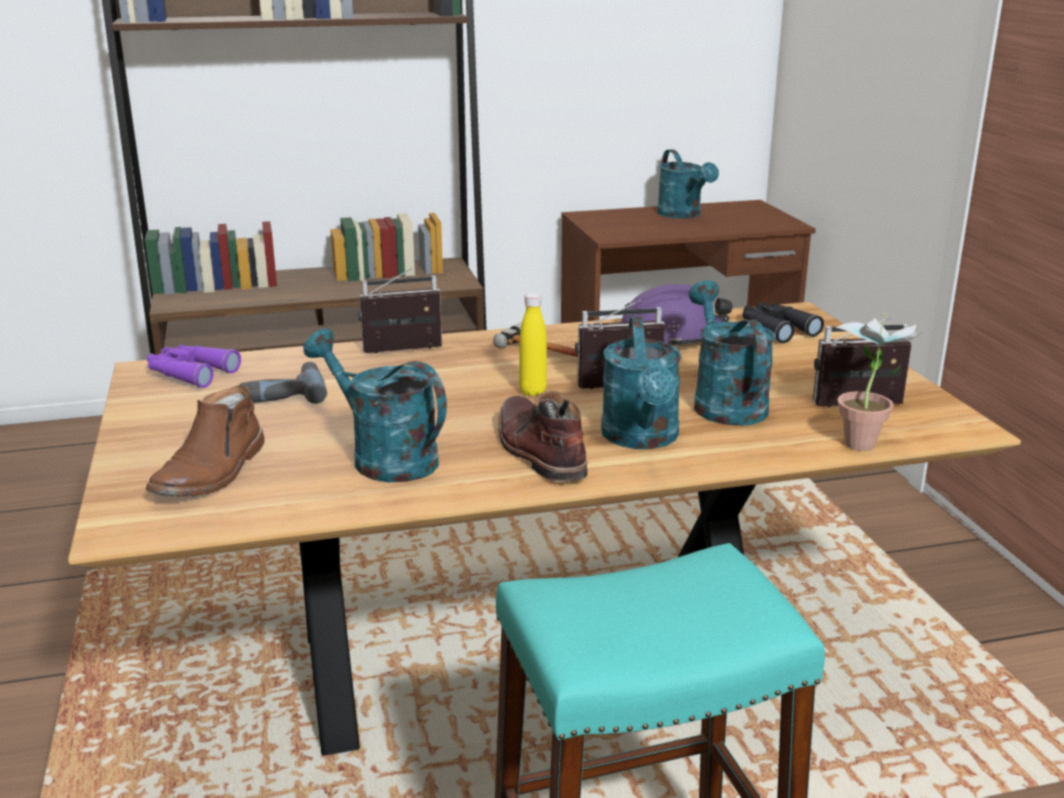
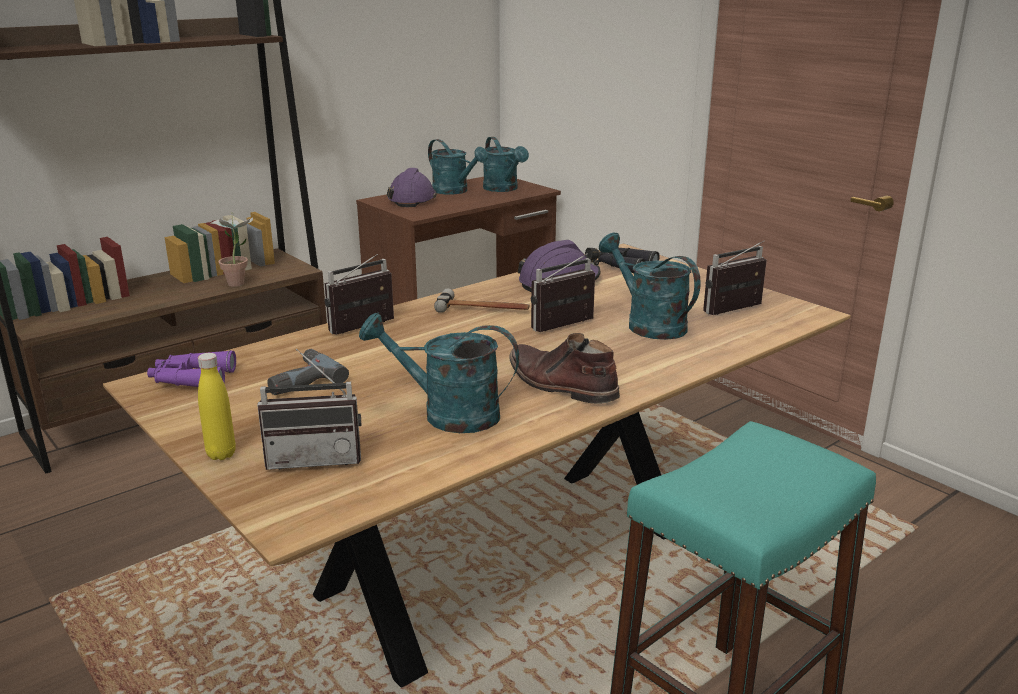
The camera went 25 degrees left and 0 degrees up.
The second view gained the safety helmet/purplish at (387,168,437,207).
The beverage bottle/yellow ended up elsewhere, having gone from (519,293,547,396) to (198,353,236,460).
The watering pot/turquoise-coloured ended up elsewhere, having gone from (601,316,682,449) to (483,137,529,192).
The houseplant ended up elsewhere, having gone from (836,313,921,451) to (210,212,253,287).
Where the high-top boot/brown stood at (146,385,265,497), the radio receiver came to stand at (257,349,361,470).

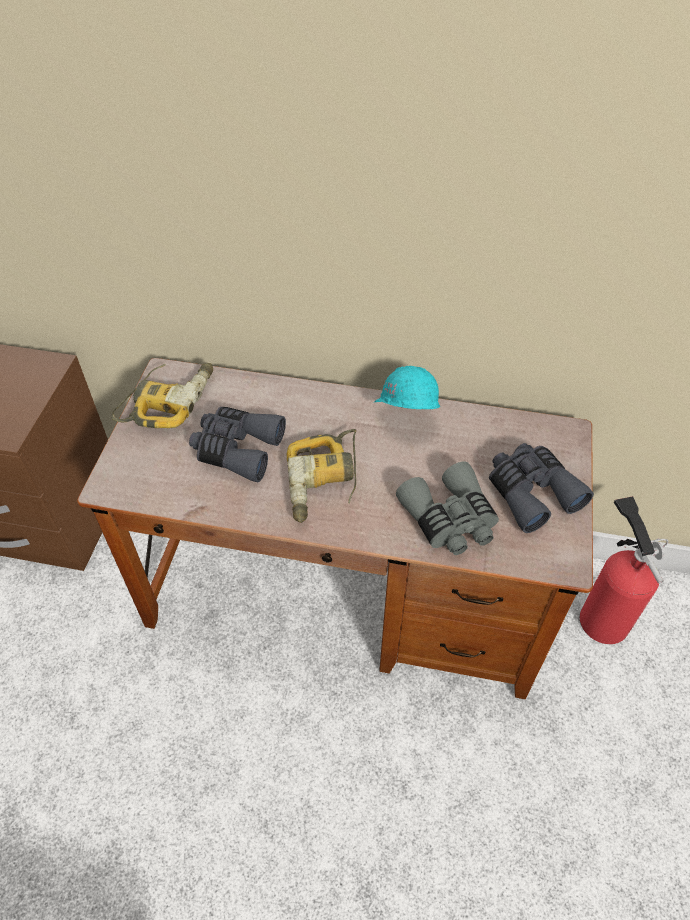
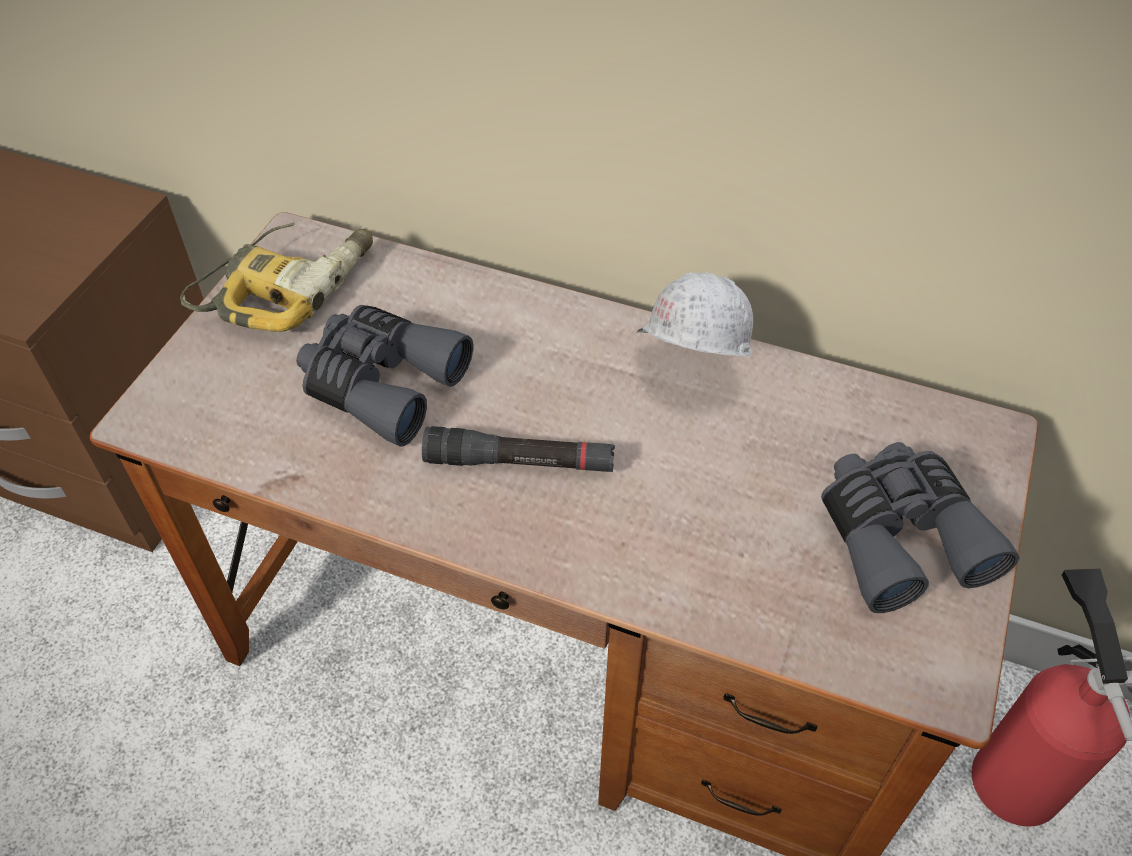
The camera went 10 degrees right and 0 degrees up.
The second view lost the pair of binoculars/greyish at (396,462,499,555).
Where the drill stood at (286,429,356,523), the hand torch/black-coloured came to stand at (422,426,615,472).
What was the safety helmet/turquoise-coloured at (374,366,440,409) turned into the safety helmet/white-coloured at (604,272,753,356).

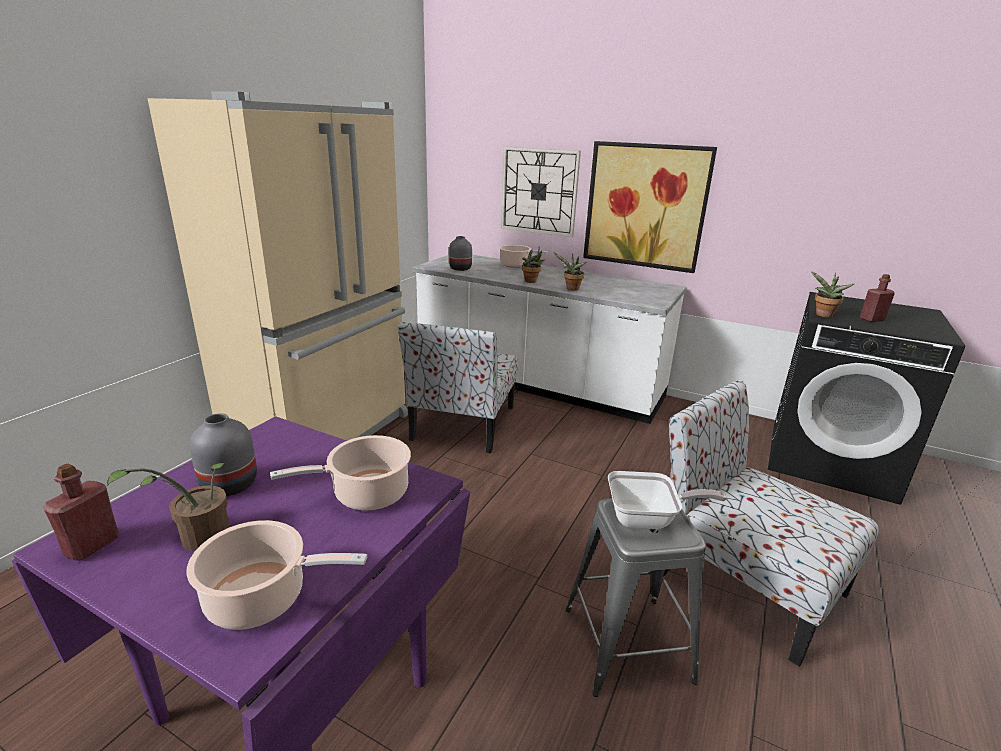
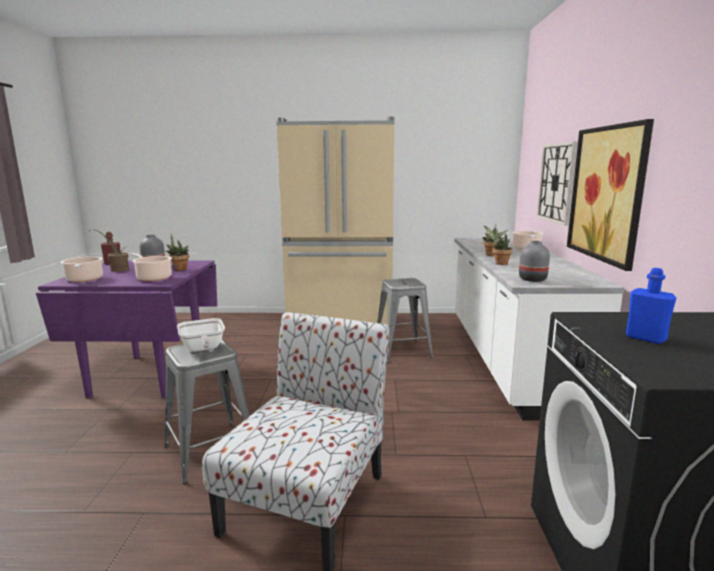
The camera went 65 degrees right and 10 degrees down.
The decorative vase/greyish ended up elsewhere, having gone from (449,236,472,271) to (519,241,550,282).
The houseplant ended up elsewhere, having gone from (812,272,854,318) to (165,234,189,271).
Where the upright chair stood at (398,321,518,453), the stool/greyish came to stand at (377,278,433,362).
What was the beverage bottle/red-coloured at (860,274,895,322) turned into the beverage bottle/blue at (626,268,676,344).

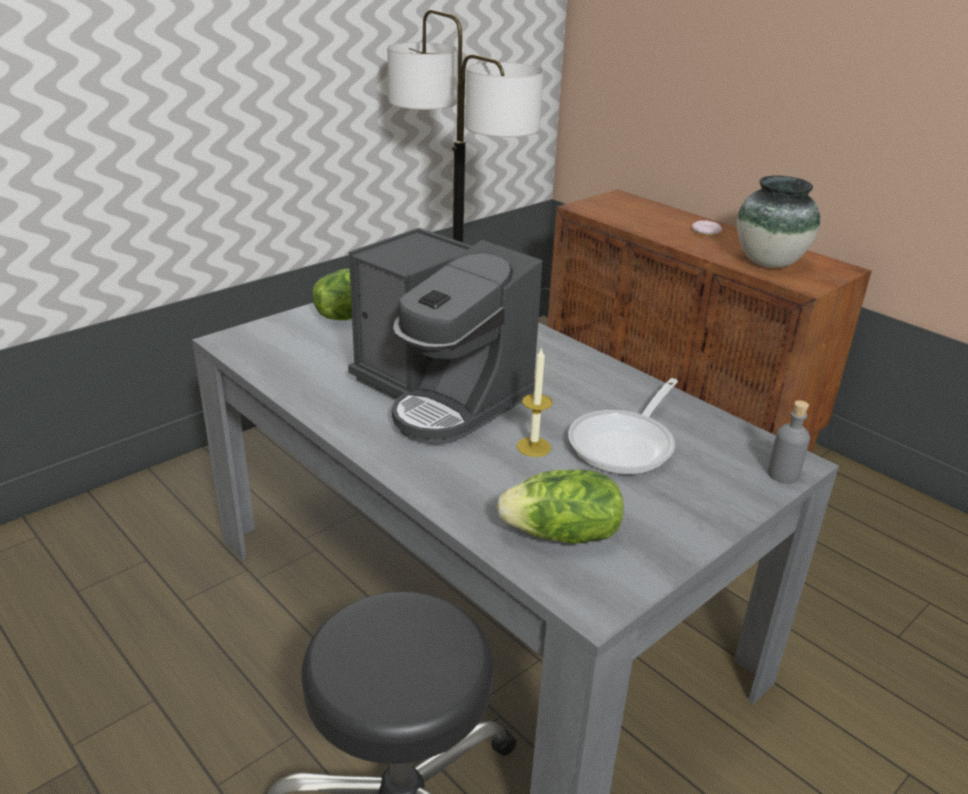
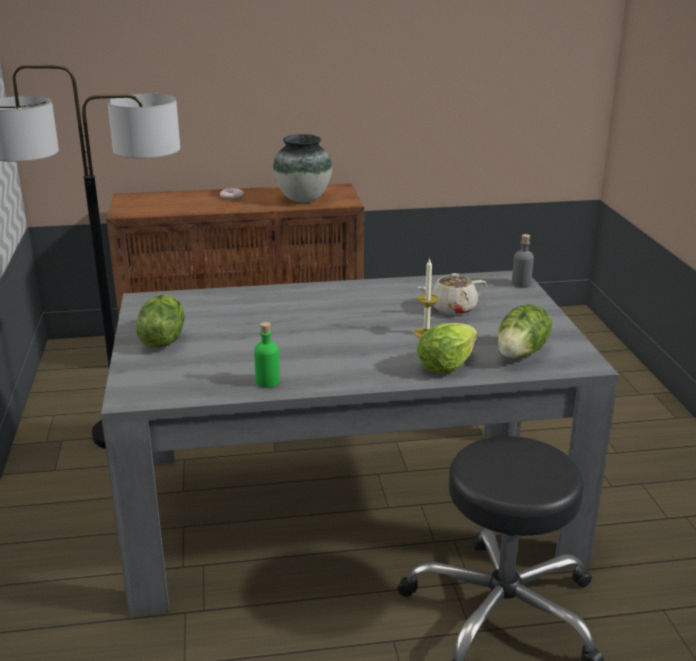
The camera went 55 degrees left and 5 degrees down.
The second view lost the coffee brewer at (348,228,542,445).
The second view gained the beverage bottle/greenish at (254,322,280,388).
The second view gained the head of lettuce at (417,323,477,373).
Where the frying pan stood at (568,378,678,475), the tea pot/beige-coloured came to stand at (418,273,487,315).

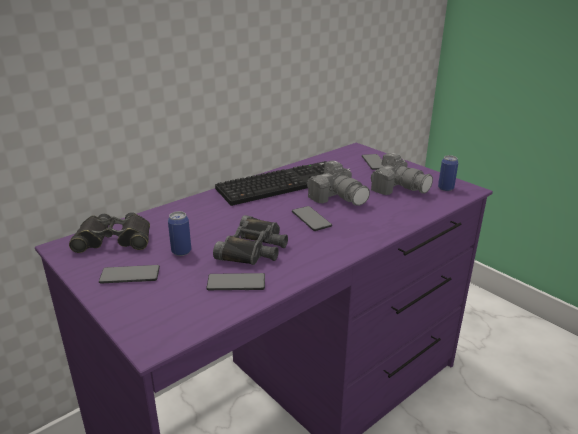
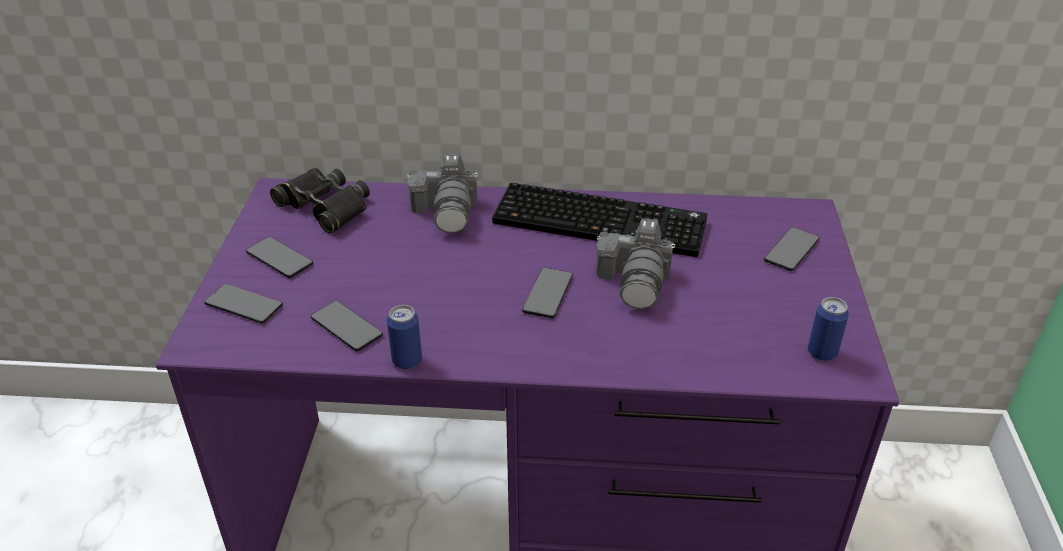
The camera went 45 degrees right and 10 degrees up.
The second view lost the pair of binoculars/black-coloured at (213,215,288,265).
The second view gained the telephone at (204,284,283,324).
The metal can ended up elsewhere, having gone from (168,211,191,256) to (387,305,422,369).
The photo camera ended up elsewhere, having gone from (371,153,433,195) to (407,154,478,233).

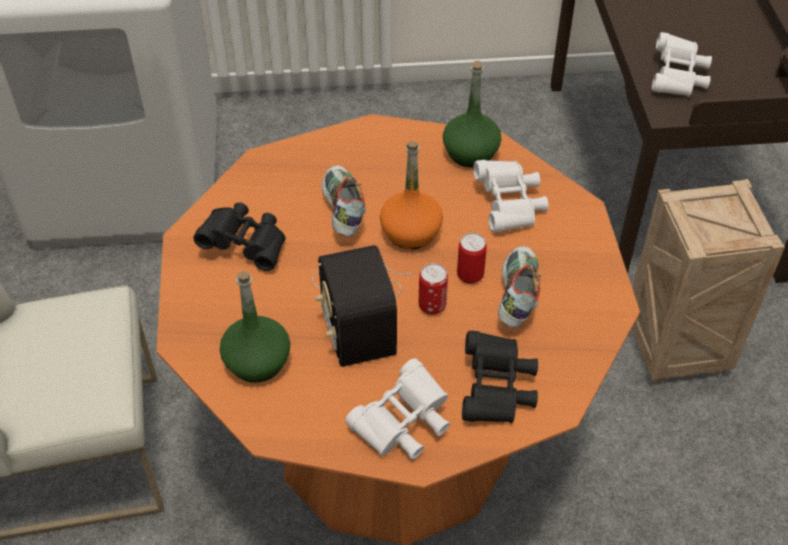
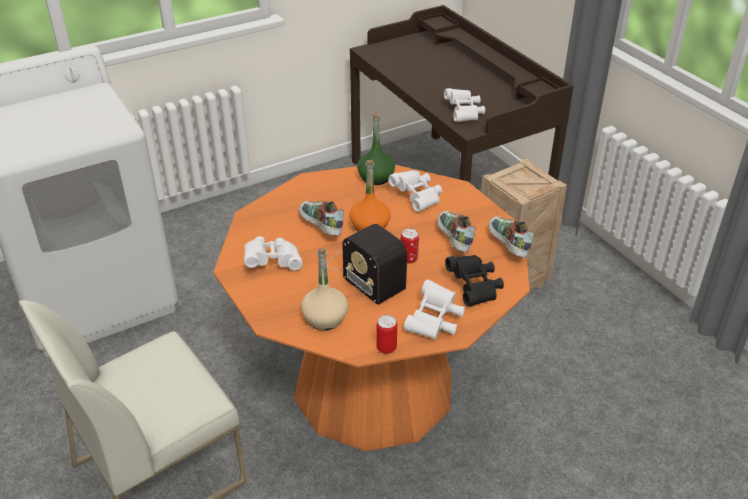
The camera went 25 degrees left and 10 degrees down.
The second view gained the shoe at (488,217,535,258).
The metal can ended up elsewhere, having gone from (457,233,487,284) to (377,315,397,354).
What was the pair of binoculars/black-coloured at (194,202,286,271) turned into the pair of binoculars/white-coloured at (244,236,302,271).
What was the beverage bottle/greenish at (220,271,290,382) turned into the beverage bottle/beige-coloured at (301,248,348,330).

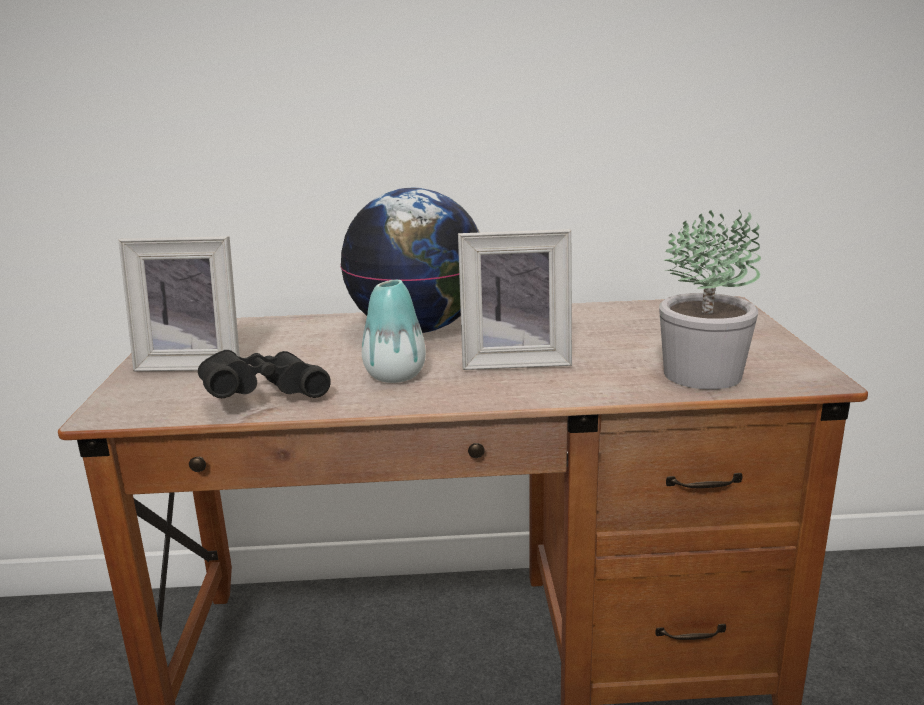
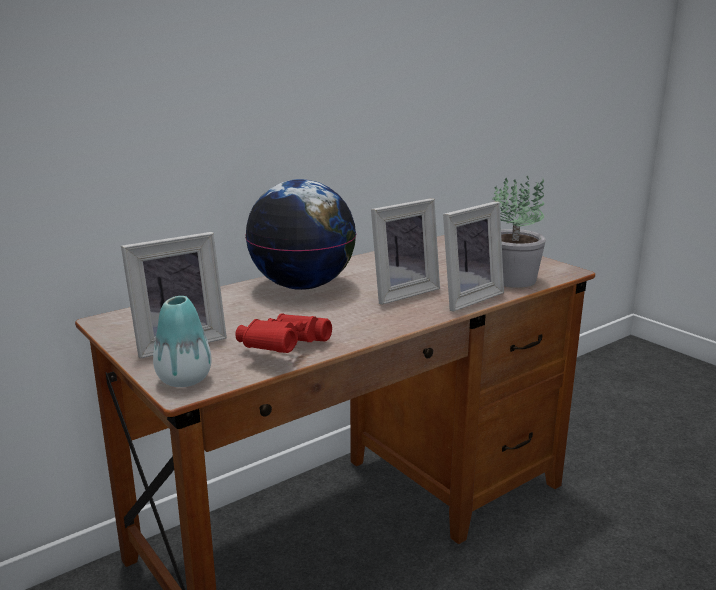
The camera went 35 degrees left and 0 degrees up.
The second view gained the picture frame at (443,201,504,311).
The decorative vase ended up elsewhere, having gone from (362,280,426,383) to (153,296,212,387).
What was the pair of binoculars/black-coloured at (198,350,331,398) turned into the pair of binoculars/red-coloured at (235,313,332,353).

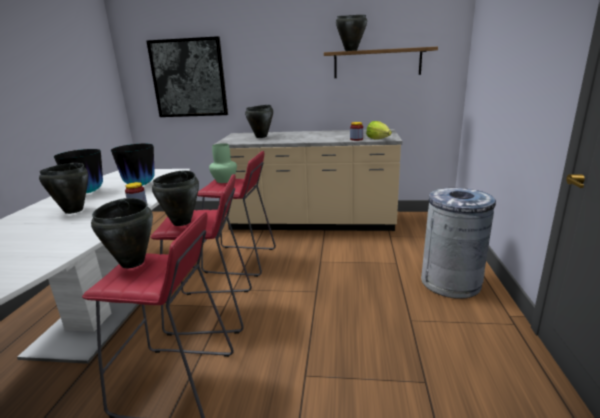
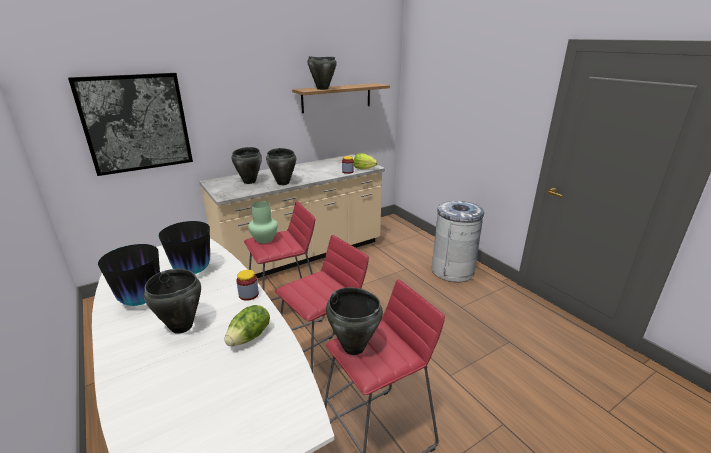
The camera went 40 degrees left and 5 degrees up.
The second view gained the head of lettuce at (224,305,270,346).
The stockpot/black-coloured ended up elsewhere, having gone from (152,170,199,226) to (266,148,296,185).

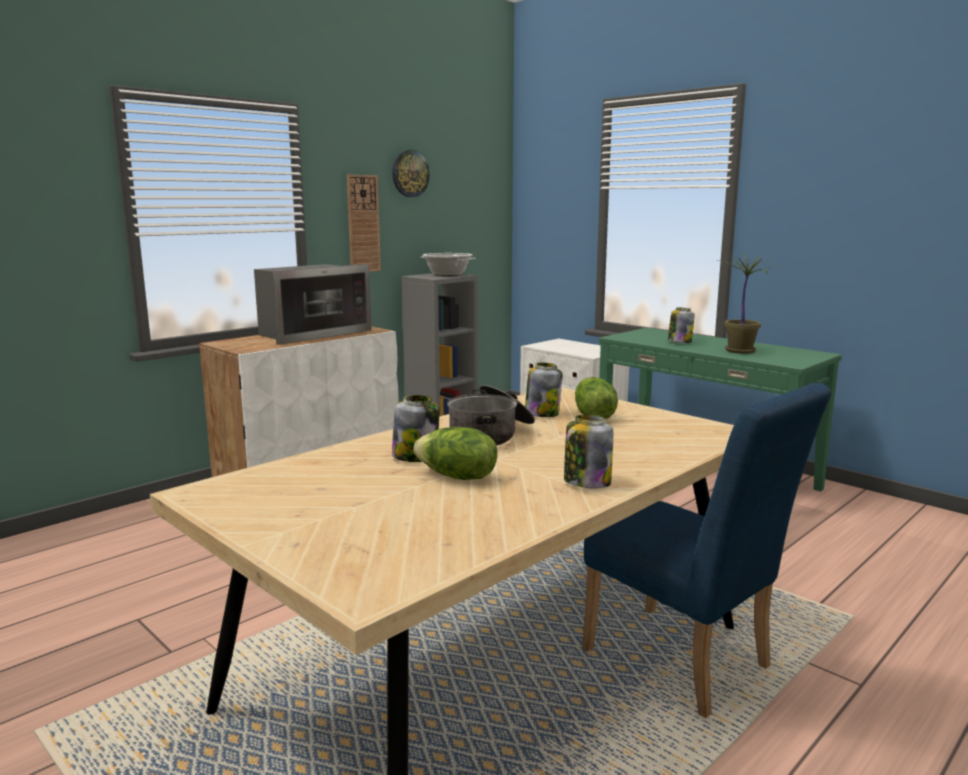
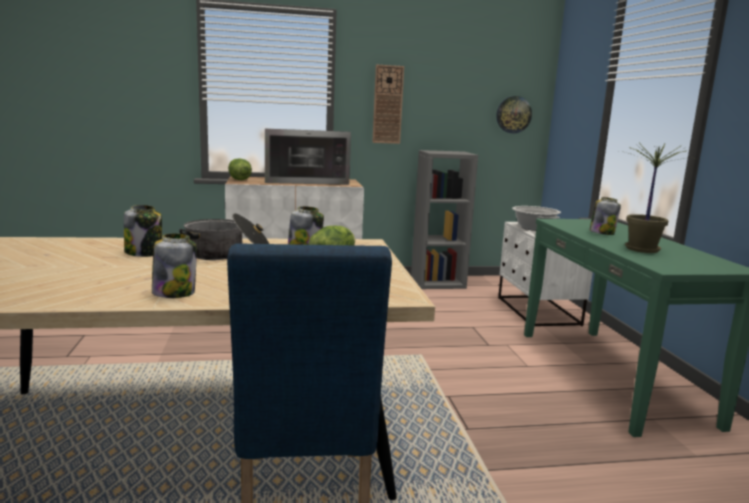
The camera went 35 degrees right and 0 degrees up.
The wall clock ended up elsewhere, having gone from (392,150,430,197) to (497,96,532,133).
The head of lettuce ended up elsewhere, having gone from (414,427,497,480) to (228,158,252,180).
The stockpot ended up elsewhere, having gone from (420,253,476,276) to (512,206,561,231).

